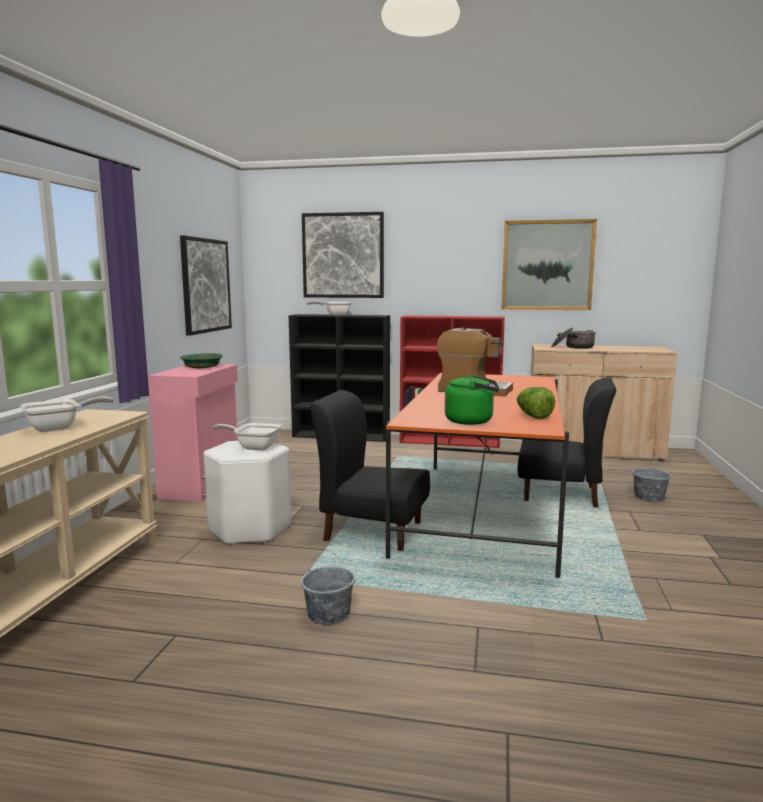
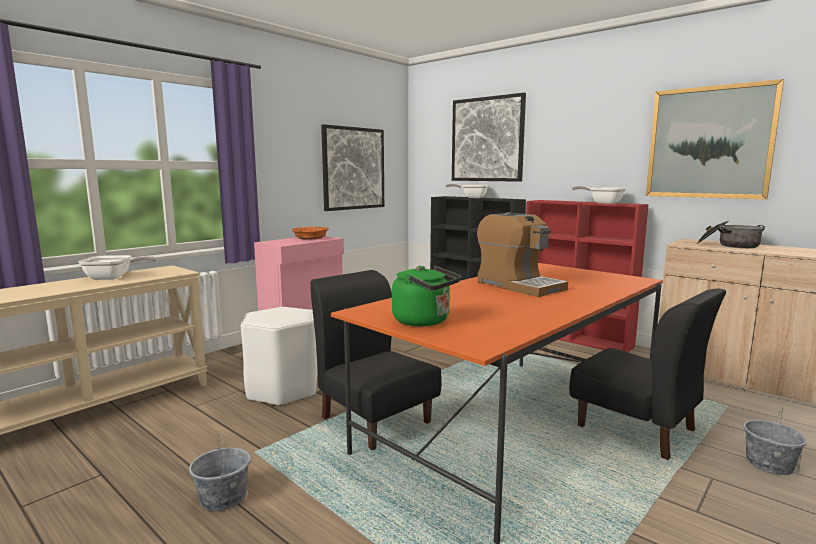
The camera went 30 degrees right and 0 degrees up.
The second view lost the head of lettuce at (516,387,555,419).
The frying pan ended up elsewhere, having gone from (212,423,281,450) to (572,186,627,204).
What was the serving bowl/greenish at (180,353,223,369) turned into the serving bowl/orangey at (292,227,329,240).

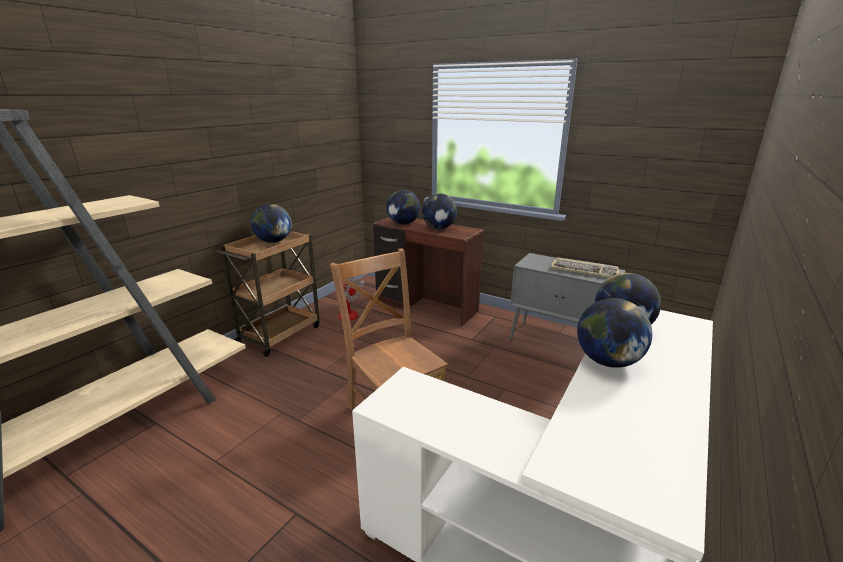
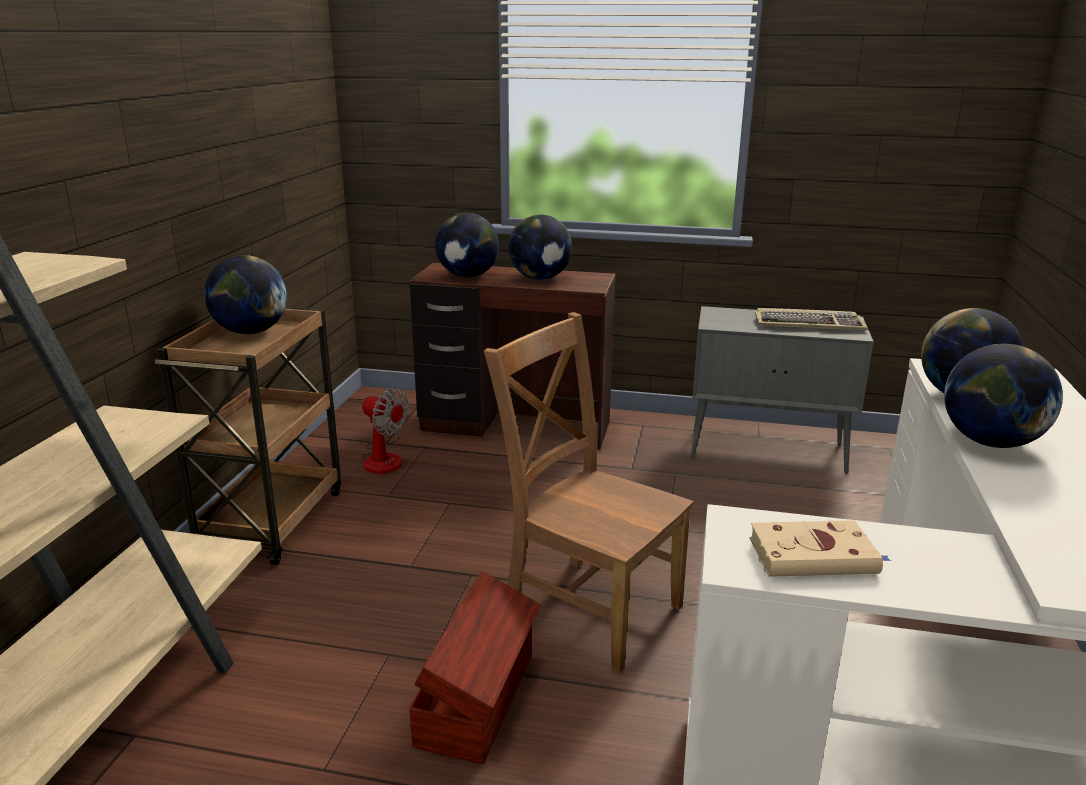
The camera went 20 degrees left and 0 degrees up.
The second view gained the storage box/brown at (409,571,541,764).
The second view gained the book/beige-coloured at (749,520,892,577).

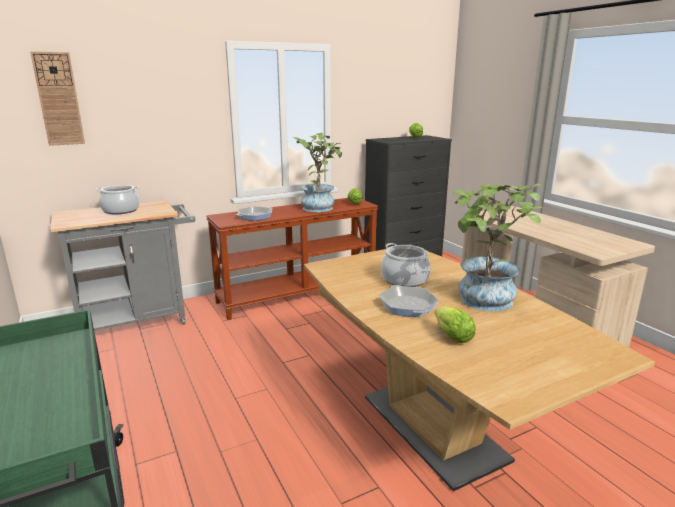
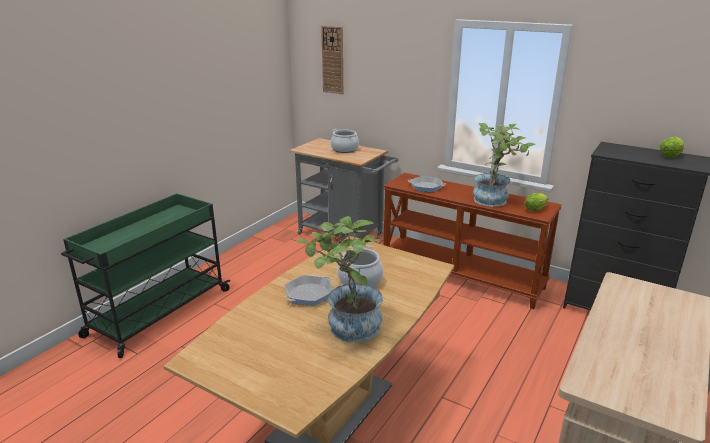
The camera went 60 degrees right and 5 degrees up.
The second view lost the head of lettuce at (435,306,476,343).

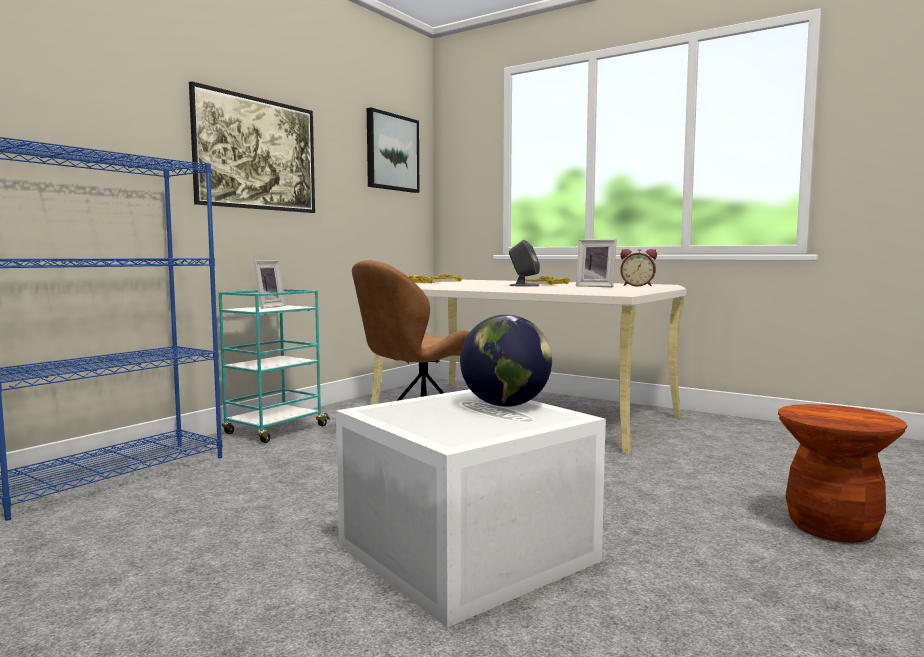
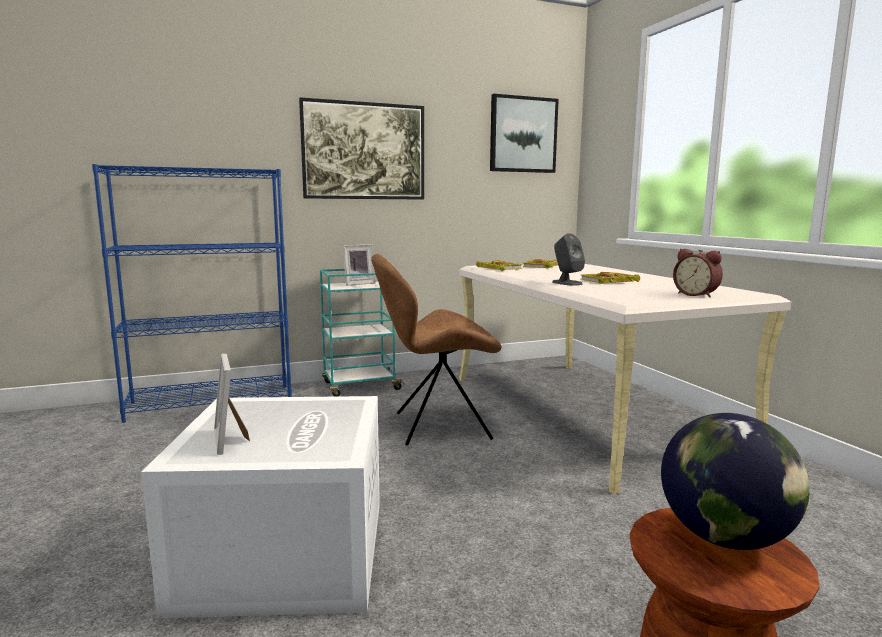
The camera went 35 degrees right and 5 degrees up.
The globe ended up elsewhere, having gone from (460,315,552,407) to (661,413,810,550).
The picture frame ended up elsewhere, having gone from (576,239,617,287) to (214,353,250,455).

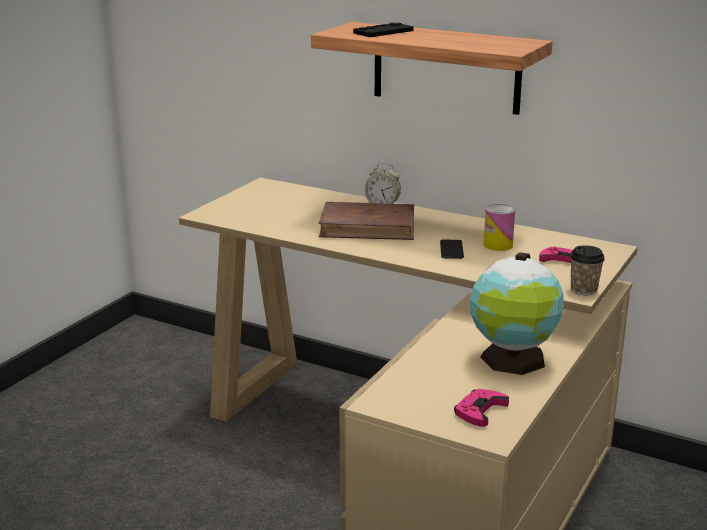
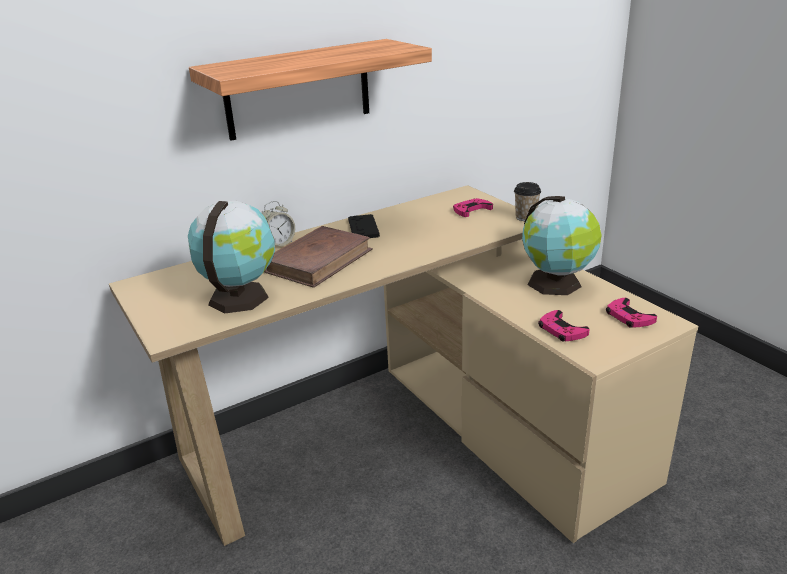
The camera went 60 degrees left and 5 degrees up.
The second view lost the telephone at (440,239,464,259).
The second view lost the metal can at (484,204,515,251).
The second view gained the globe at (188,201,275,313).
The second view gained the gamepad/pink at (538,310,589,341).
The gamepad/black-coloured ended up elsewhere, having gone from (353,22,414,37) to (348,214,380,238).

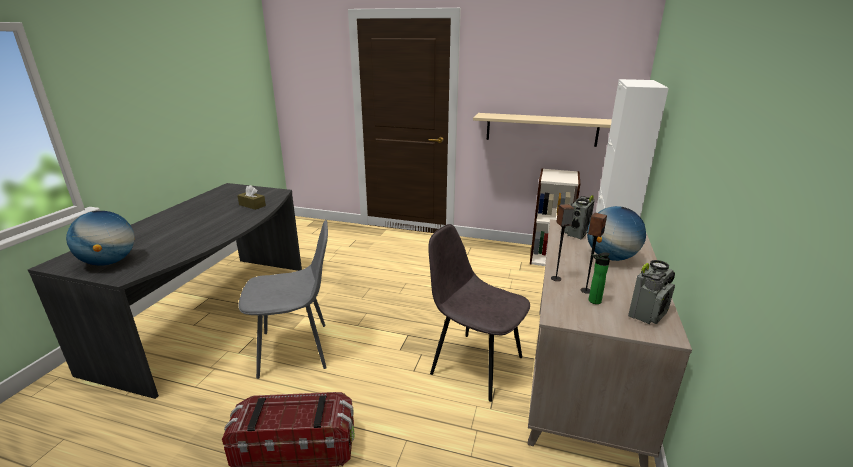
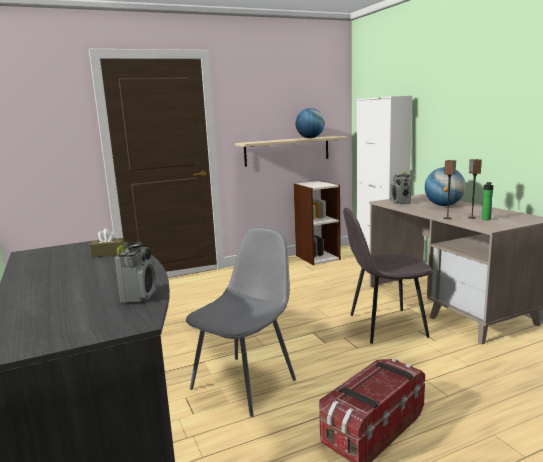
The camera went 40 degrees left and 10 degrees down.
The globe ended up elsewhere, having gone from (66,211,134,266) to (295,108,325,138).
The radio receiver ended up elsewhere, having gone from (628,260,675,324) to (115,242,157,303).

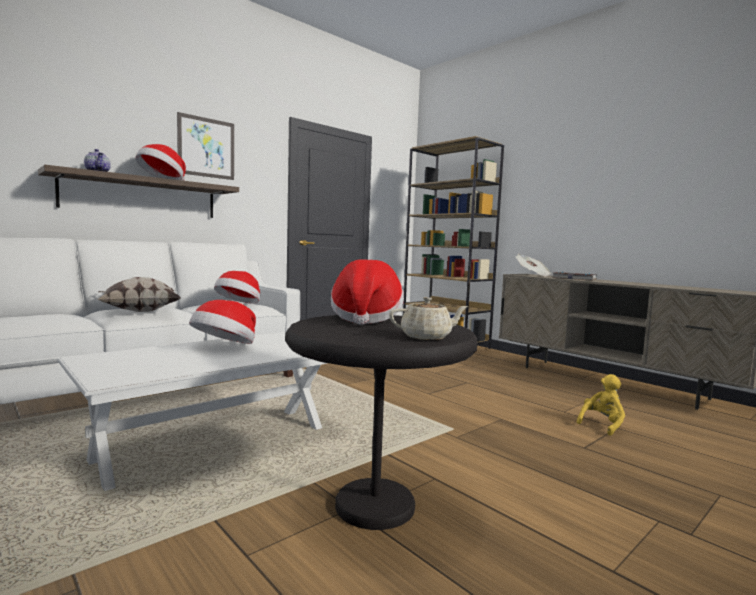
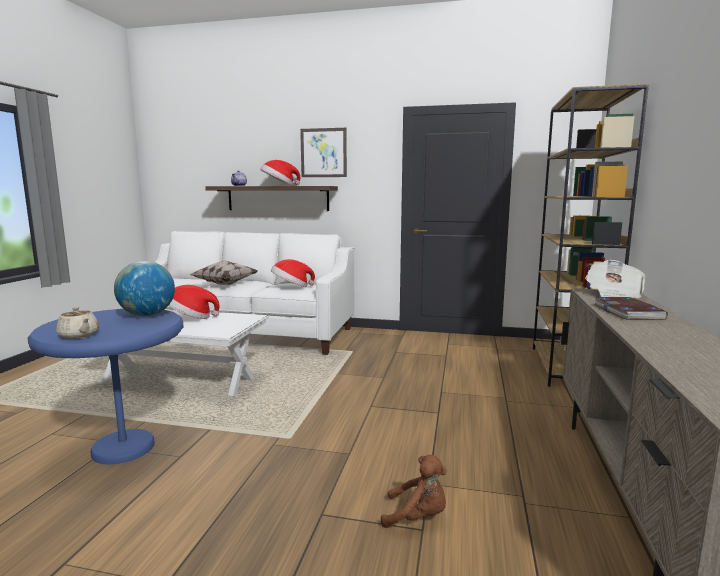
The camera went 55 degrees right and 5 degrees up.
Where the wearable hat stood at (330,259,404,325), the globe came to stand at (114,261,175,316).
What was the accent table/black-coloured at (285,315,477,530) turned into the accent table/blue at (27,309,183,465).
What was the cuddly toy/yellow at (577,374,625,436) turned into the cuddly toy/brown at (381,455,447,528).

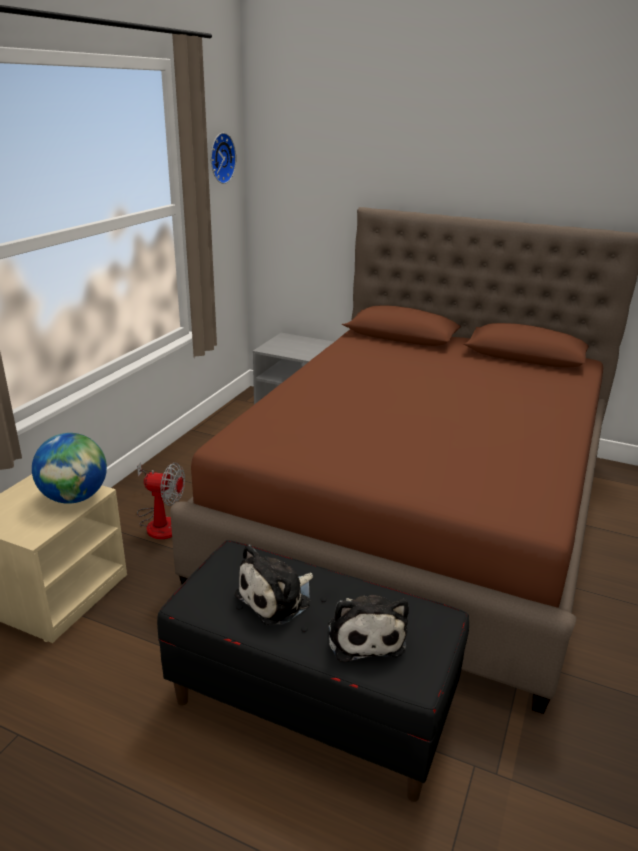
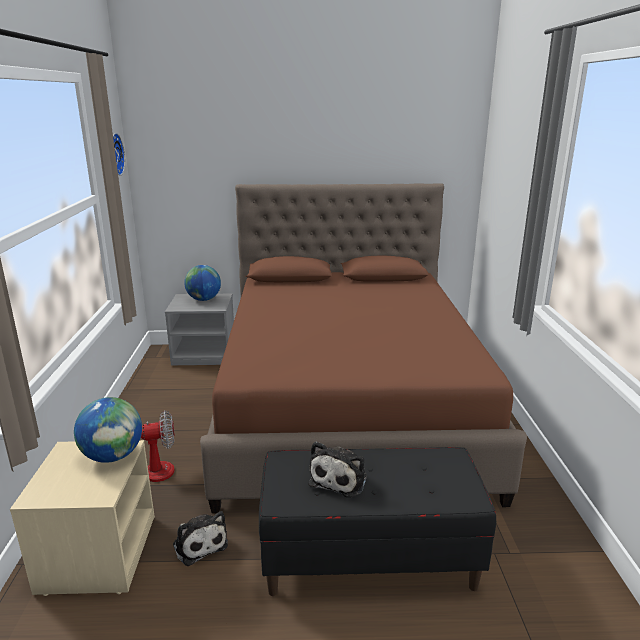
The camera went 25 degrees left and 5 degrees down.
The second view gained the globe at (184,265,221,301).
The cuddly toy ended up elsewhere, having gone from (328,595,409,662) to (173,511,228,566).

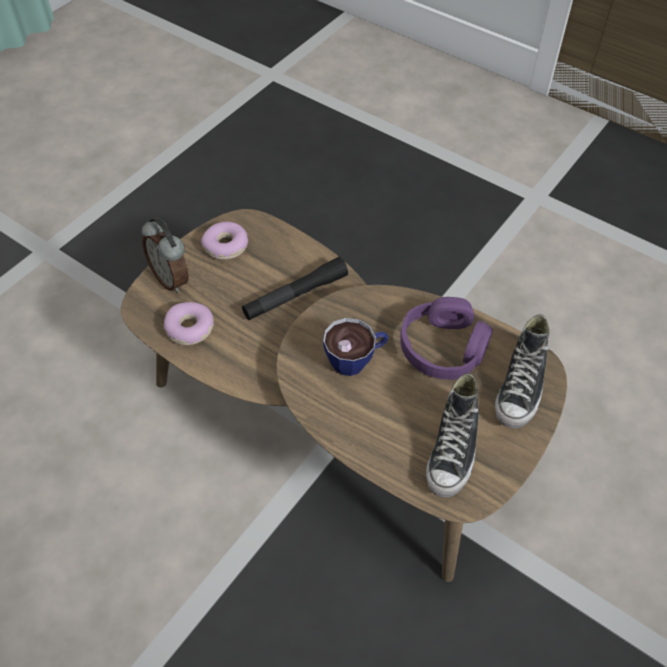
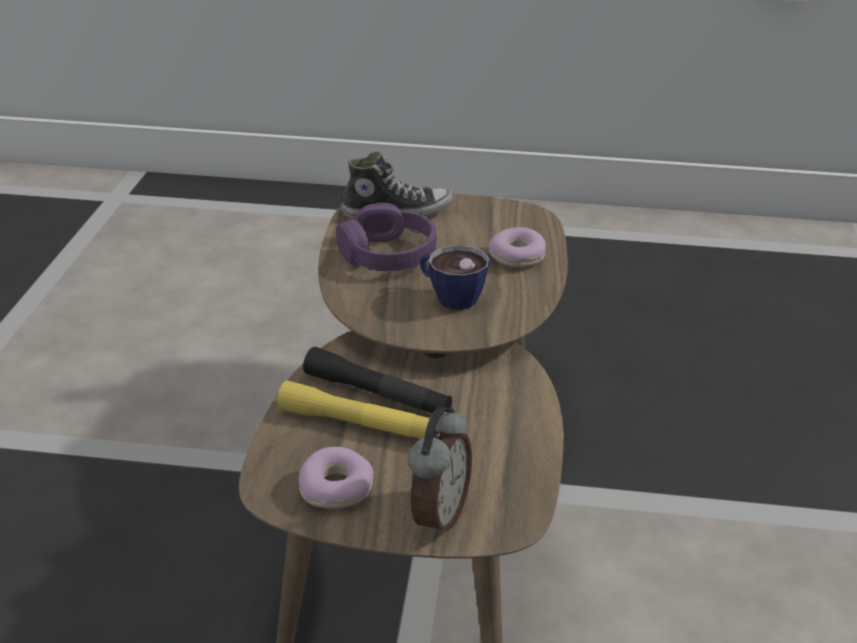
The camera went 120 degrees left and 20 degrees down.
The second view lost the shoe at (426,373,479,498).
The second view gained the hand torch/yellow at (277,381,430,439).
The ring doughnut ended up elsewhere, having gone from (164,302,214,345) to (488,227,546,268).

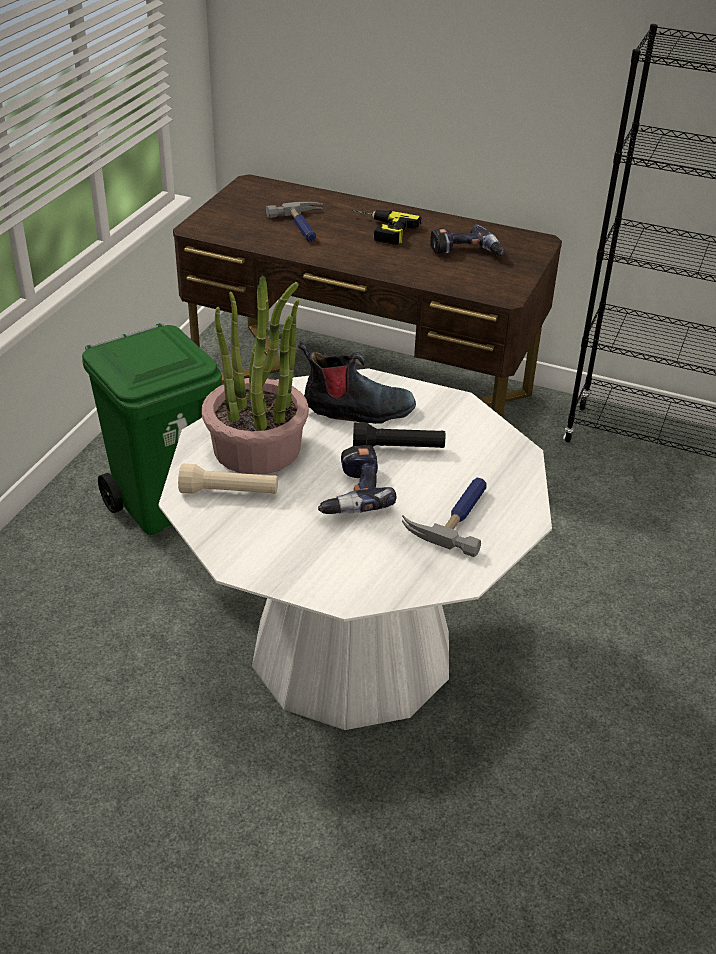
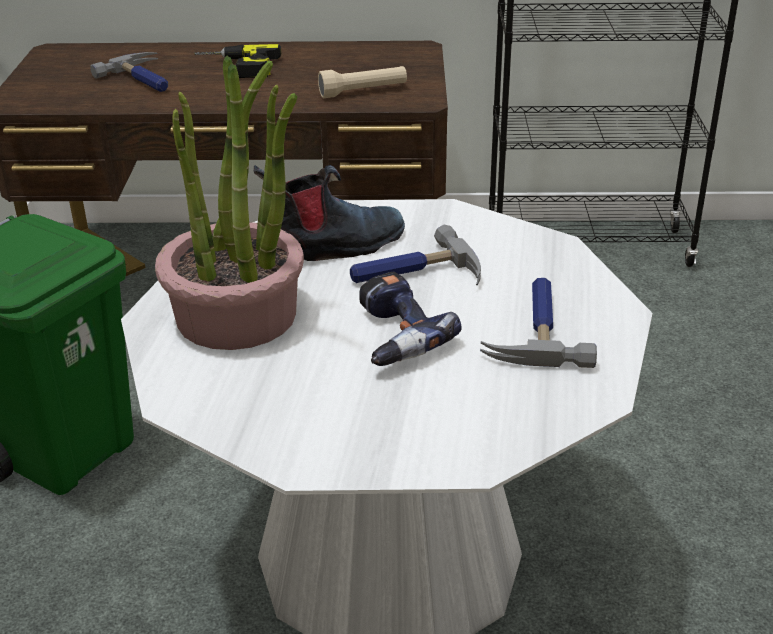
The camera went 20 degrees left and 5 degrees down.
The second view lost the drill at (430,224,505,256).
The hand torch/beige-coloured ended up elsewhere, having gone from (178,464,278,494) to (318,66,407,98).
Where the hand torch/black-coloured stood at (353,422,445,448), the hand hammer came to stand at (350,225,481,285).

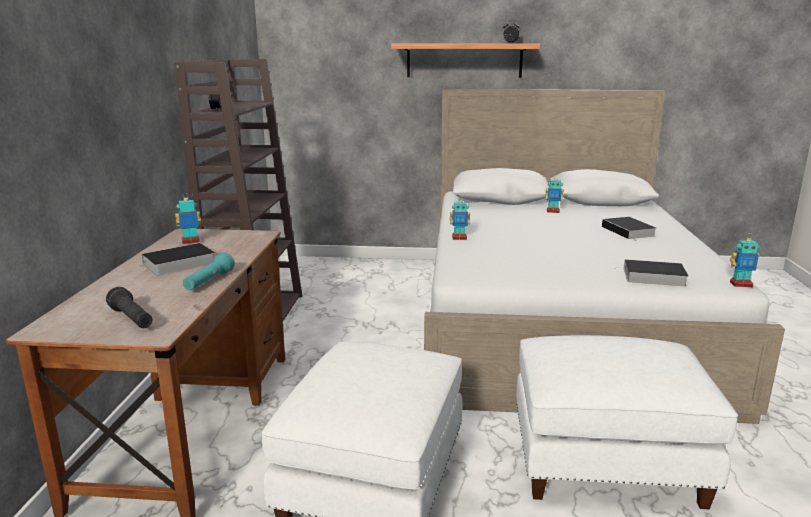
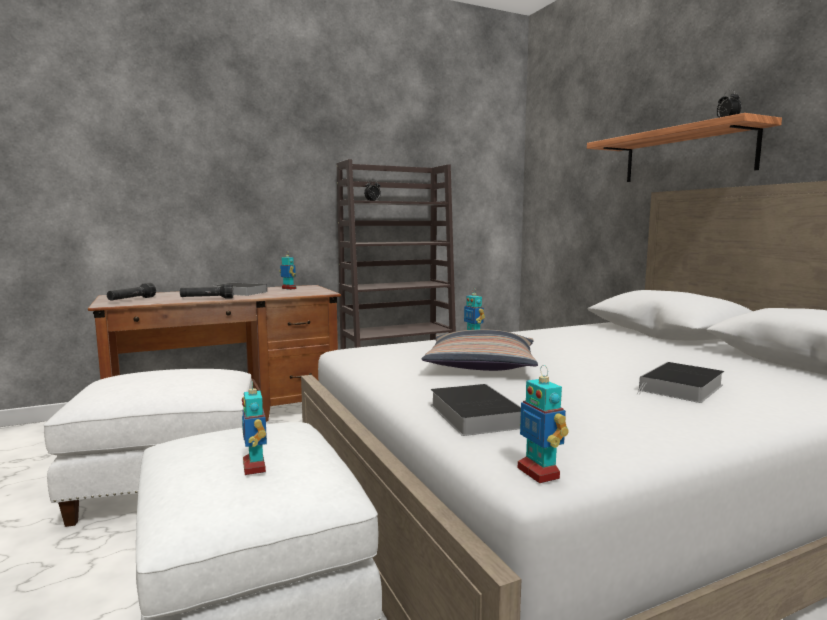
The camera went 60 degrees right and 10 degrees down.
The second view gained the pillow at (421,329,538,371).
The model robot ended up elsewhere, having gone from (545,175,564,213) to (242,380,267,475).
What was the hand torch/turquoise-coloured at (183,252,235,290) turned into the hand torch/black-coloured at (180,284,233,299).

